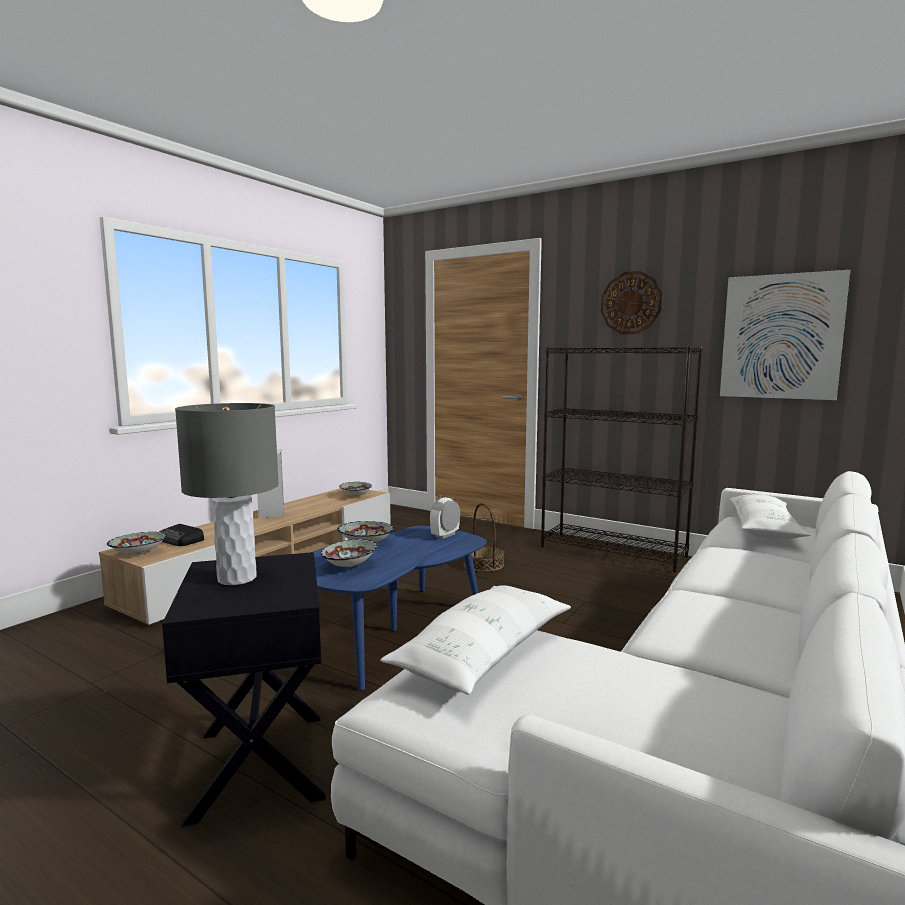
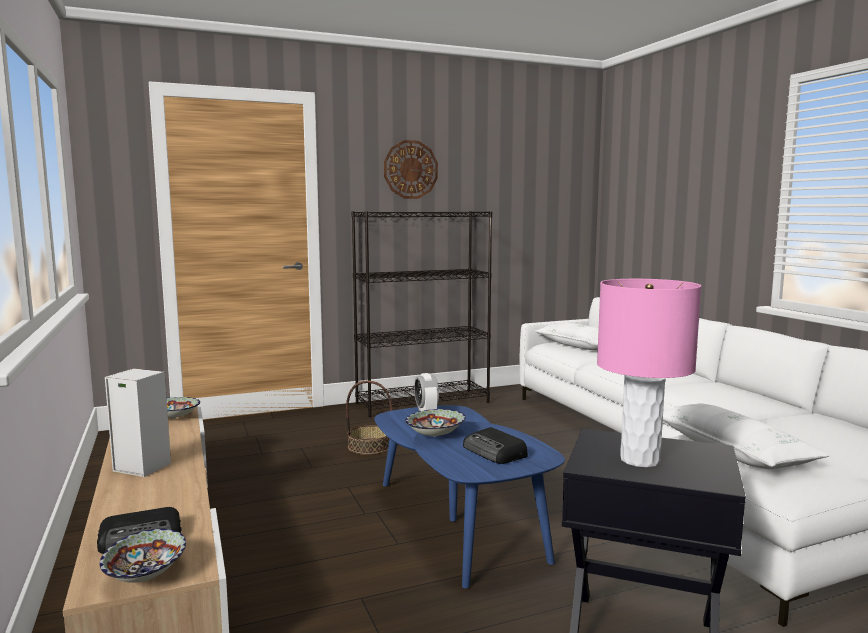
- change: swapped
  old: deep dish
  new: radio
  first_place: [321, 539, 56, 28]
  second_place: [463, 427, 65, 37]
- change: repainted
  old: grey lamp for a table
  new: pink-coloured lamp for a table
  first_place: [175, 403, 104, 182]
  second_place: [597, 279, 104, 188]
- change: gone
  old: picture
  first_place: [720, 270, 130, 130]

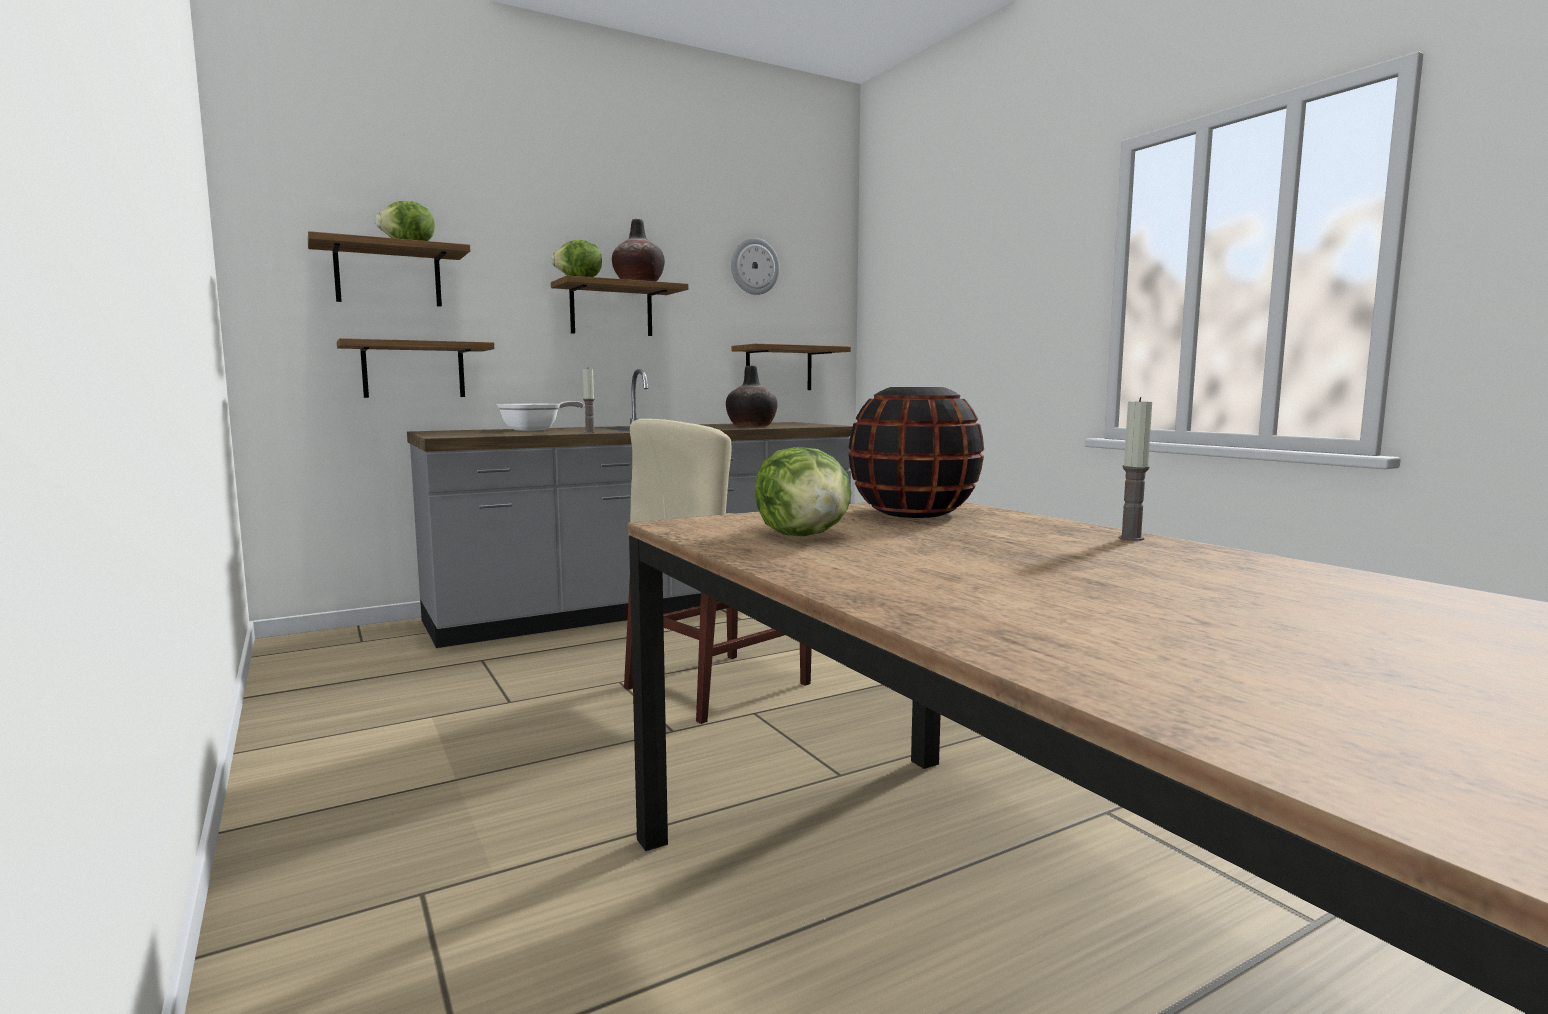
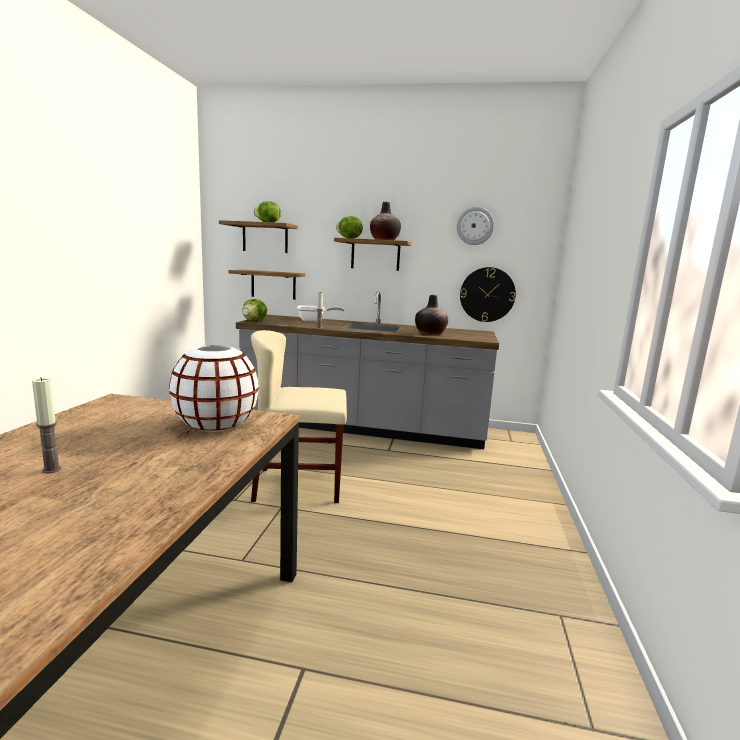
- change: shifted
  old: wax candle
  first_place: [1119, 397, 33, 144]
  second_place: [32, 377, 29, 97]
- change: repainted
  old: black-coloured vase
  new: whitish vase
  first_place: [848, 387, 136, 131]
  second_place: [169, 345, 90, 87]
- change: shifted
  old: head of lettuce
  first_place: [755, 447, 96, 89]
  second_place: [242, 299, 25, 22]
- change: swapped
  old: shelf
  new: clock on the wall
  first_place: [732, 344, 119, 46]
  second_place: [460, 267, 56, 55]

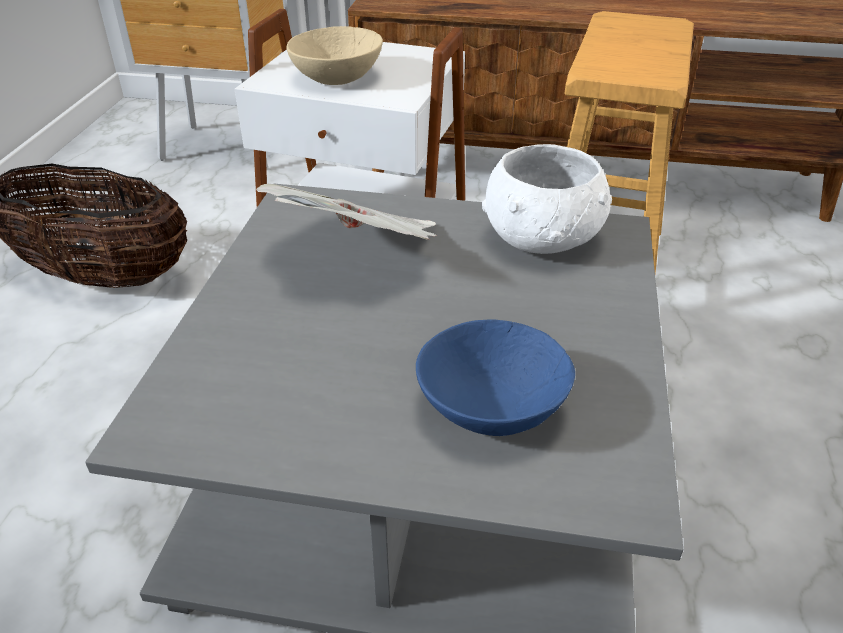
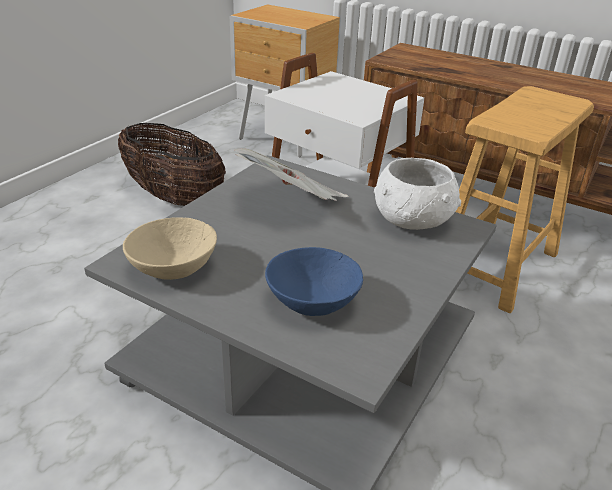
- change: shifted
  old: sand-coloured deep dish
  first_place: [287, 26, 96, 59]
  second_place: [123, 217, 94, 63]

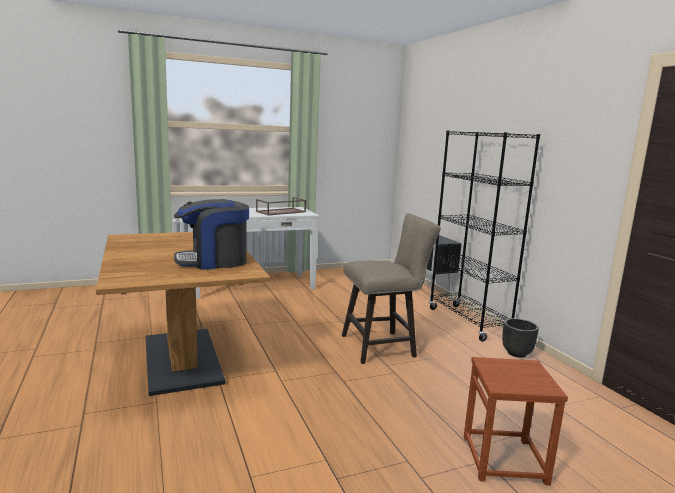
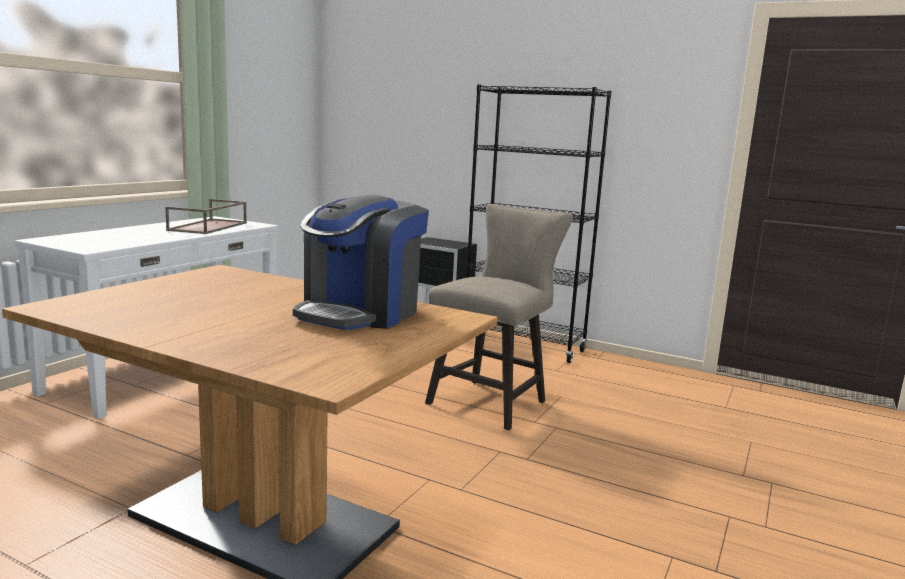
- change: gone
  old: brown-coloured stool seat
  first_place: [464, 357, 104, 128]
- change: gone
  old: black-coloured plant pot
  first_place: [502, 318, 37, 40]

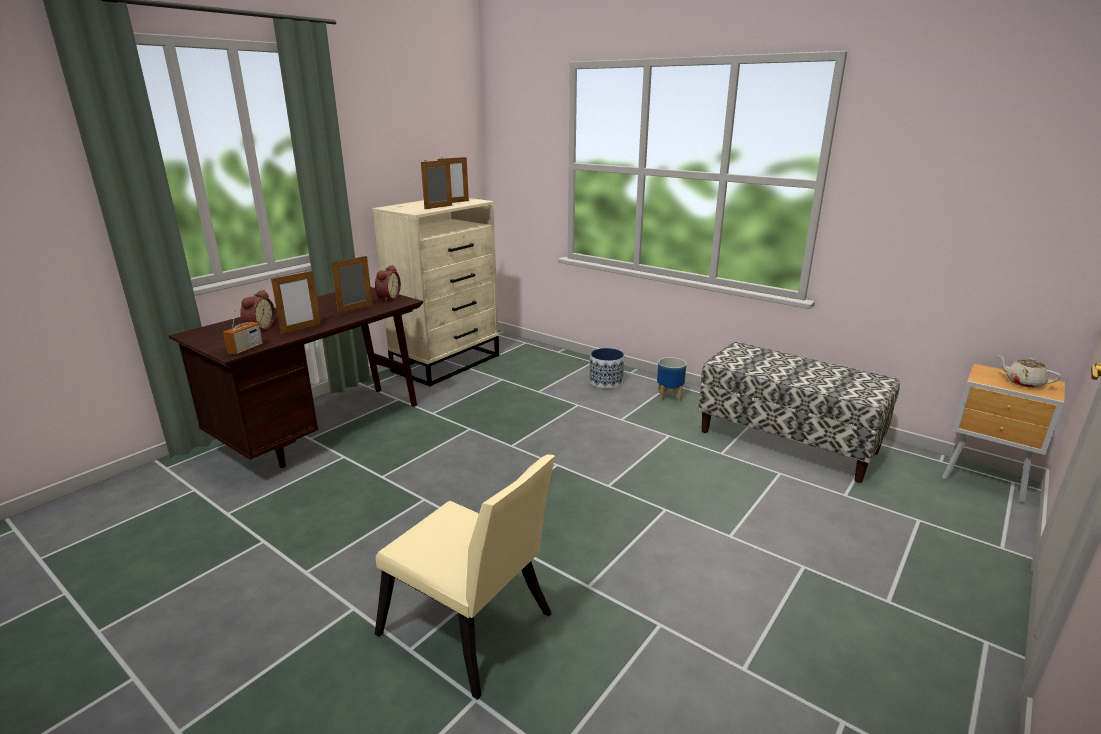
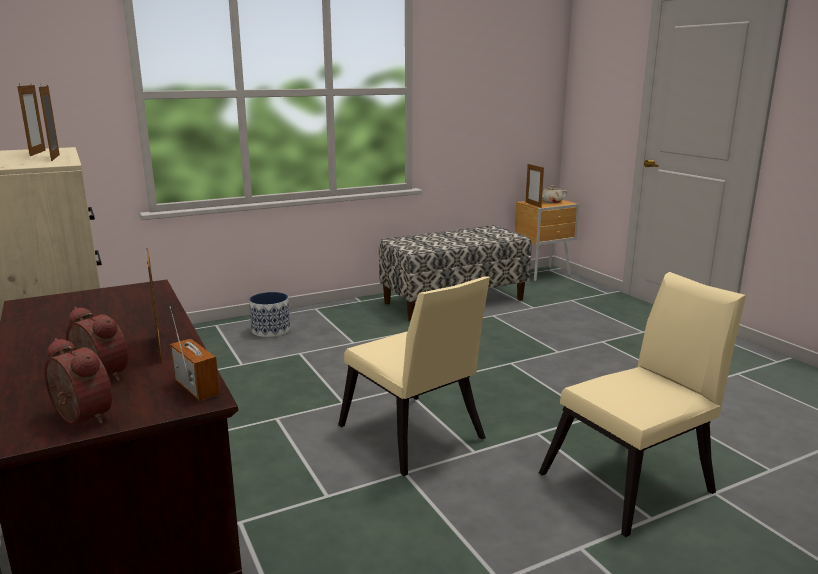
- change: shifted
  old: bedside clock
  first_place: [375, 265, 26, 37]
  second_place: [44, 338, 68, 87]
- change: new
  new: sand-coloured plain chair
  second_place: [338, 277, 152, 199]
- change: shifted
  old: picture frame
  first_place: [331, 255, 42, 59]
  second_place: [526, 164, 18, 44]
- change: gone
  old: plant pot
  first_place: [657, 357, 29, 44]

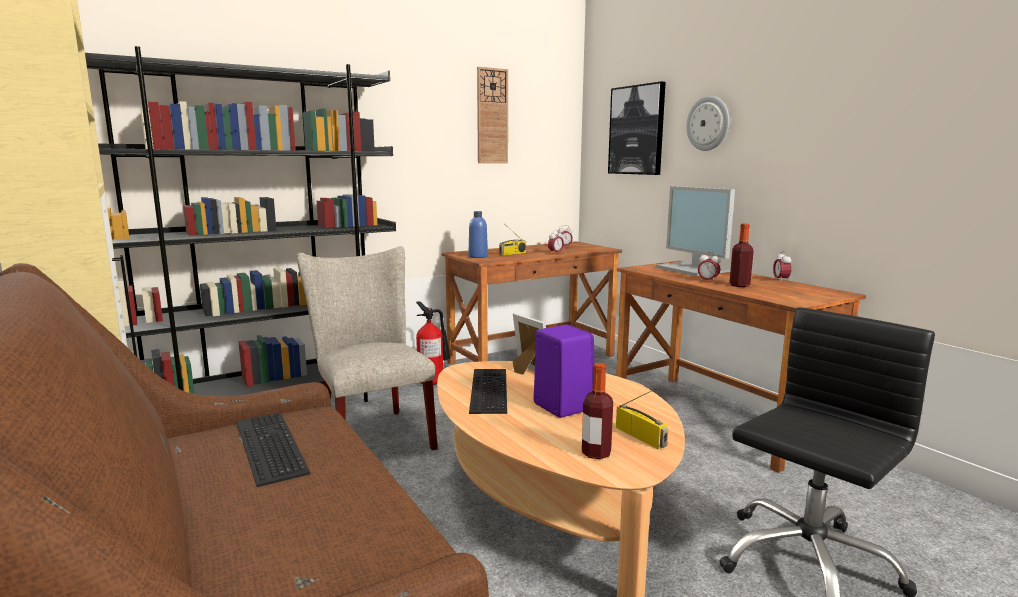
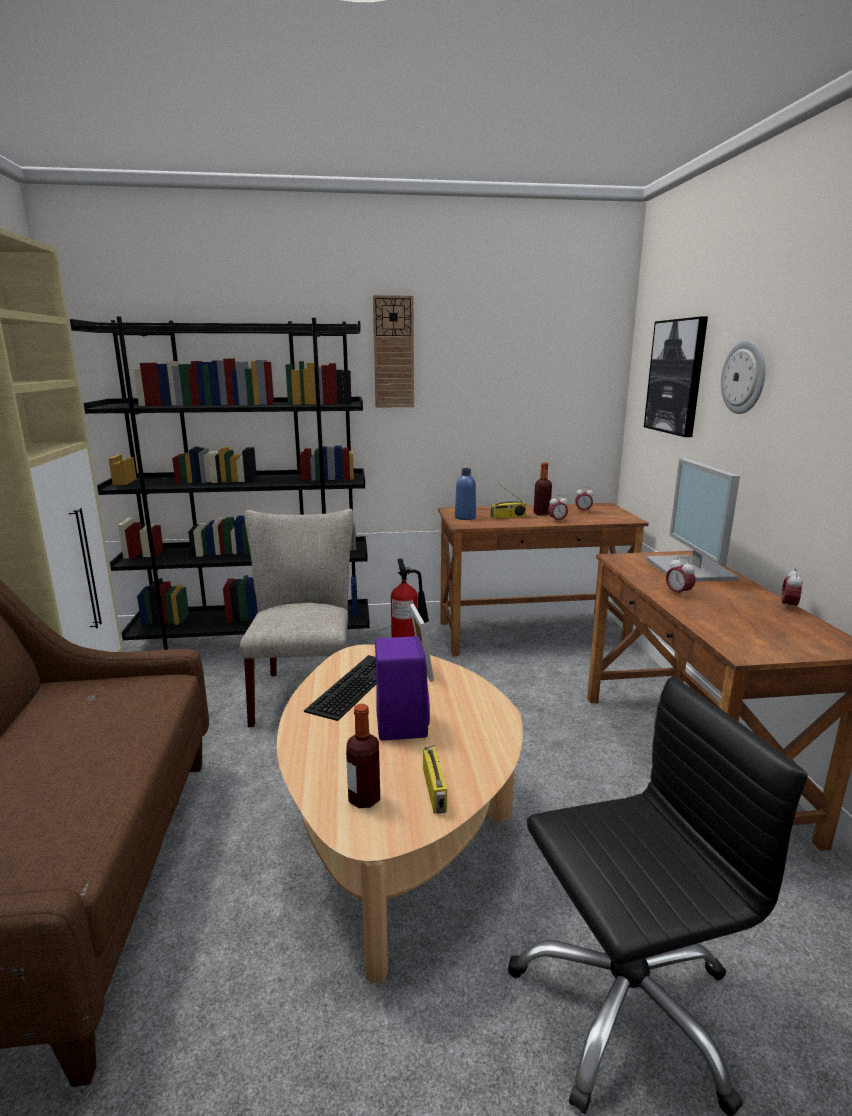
- change: shifted
  old: clock on the wall
  first_place: [477, 67, 31, 96]
  second_place: [373, 295, 41, 113]
- change: shifted
  old: beverage bottle
  first_place: [729, 224, 25, 63]
  second_place: [534, 463, 18, 53]
- change: gone
  old: keyboard
  first_place: [237, 413, 73, 74]

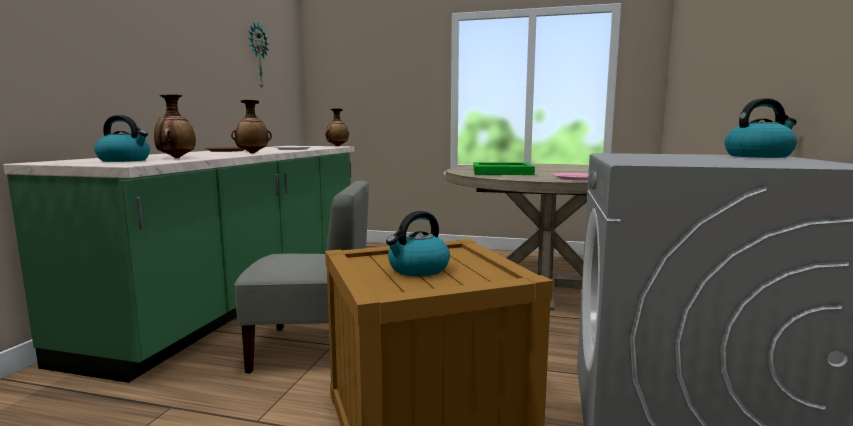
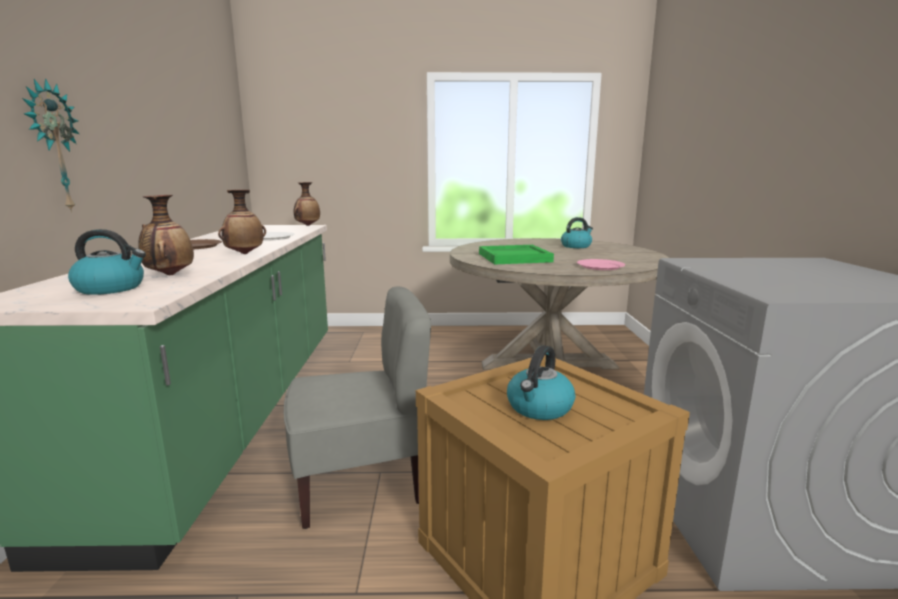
- change: shifted
  old: clock on the wall
  first_place: [249, 23, 20, 65]
  second_place: [22, 78, 57, 135]
- change: shifted
  old: kettle
  first_place: [725, 98, 72, 60]
  second_place: [561, 217, 32, 31]

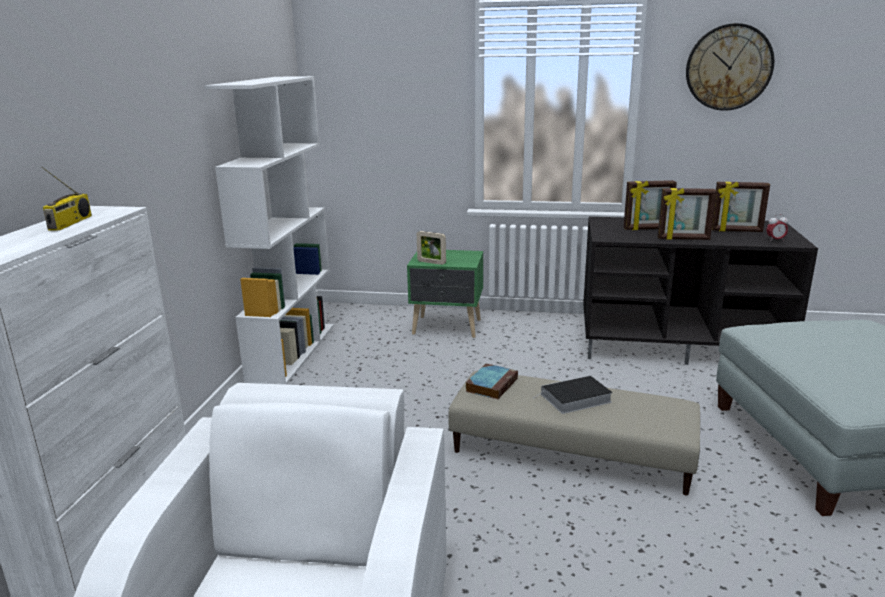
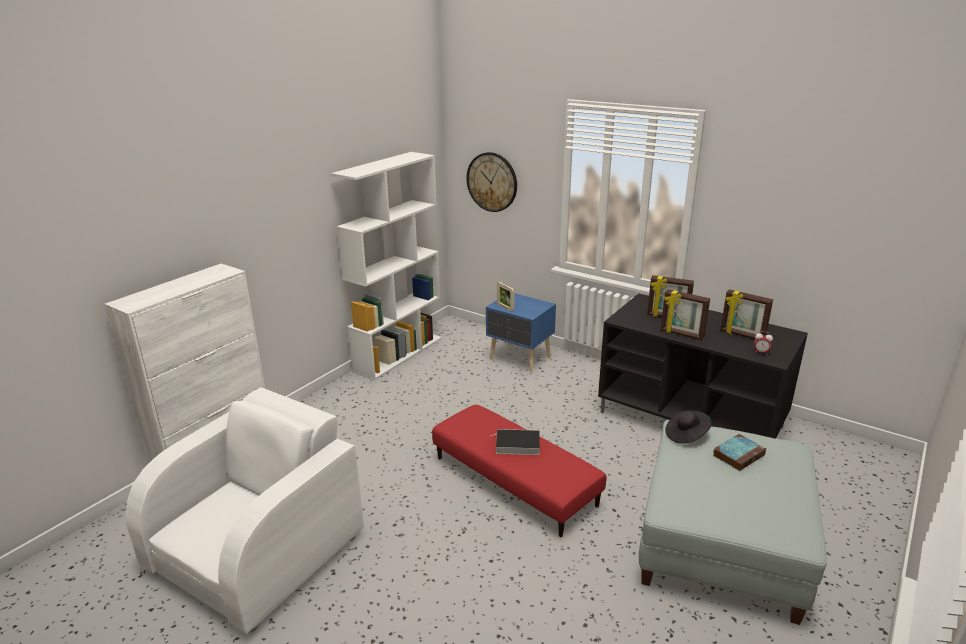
- change: repainted
  old: sand-coloured ottoman
  new: red-coloured ottoman
  first_place: [448, 371, 252, 125]
  second_place: [432, 404, 175, 133]
- change: shifted
  old: clock on the wall
  first_place: [686, 23, 88, 88]
  second_place: [466, 152, 51, 60]
- change: repainted
  old: greenish nightstand
  new: blue nightstand
  first_place: [407, 250, 76, 88]
  second_place: [486, 293, 70, 79]
- change: new
  new: black-coloured hat
  second_place: [665, 410, 47, 34]
- change: shifted
  old: book
  first_place: [466, 364, 52, 35]
  second_place: [713, 434, 53, 37]
- change: gone
  old: radio
  first_place: [41, 167, 51, 64]

